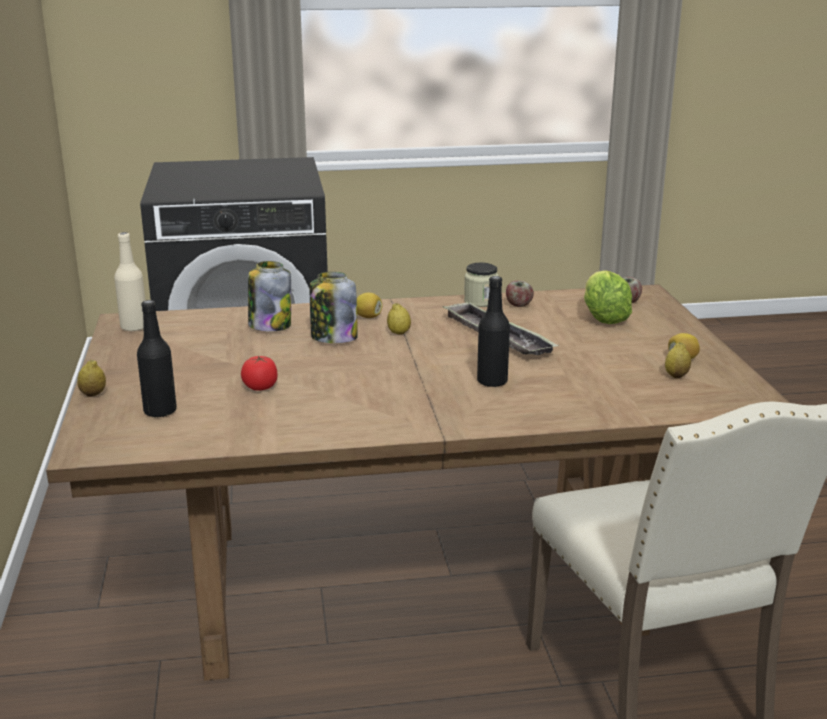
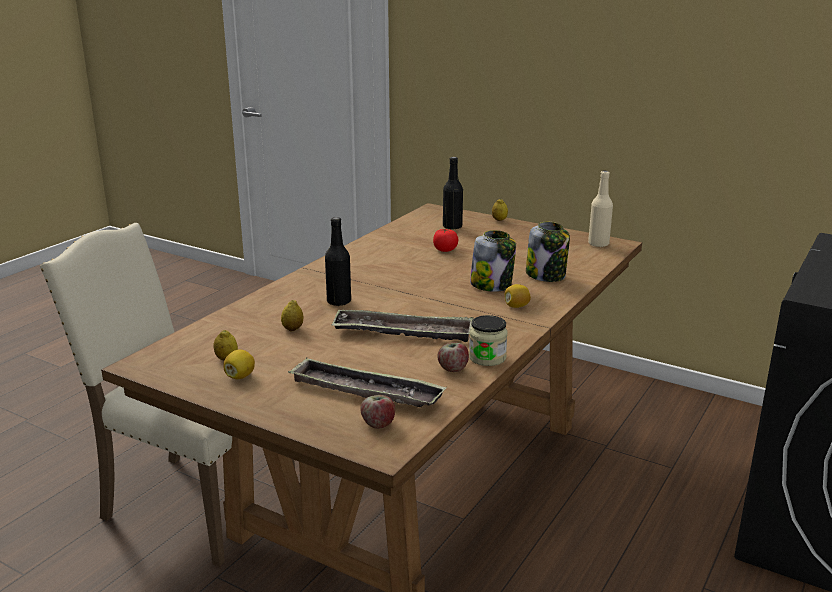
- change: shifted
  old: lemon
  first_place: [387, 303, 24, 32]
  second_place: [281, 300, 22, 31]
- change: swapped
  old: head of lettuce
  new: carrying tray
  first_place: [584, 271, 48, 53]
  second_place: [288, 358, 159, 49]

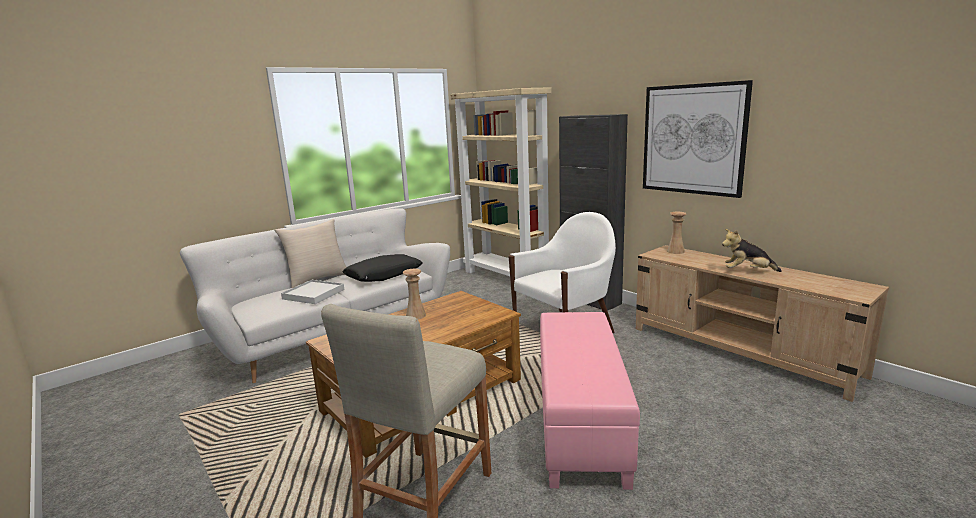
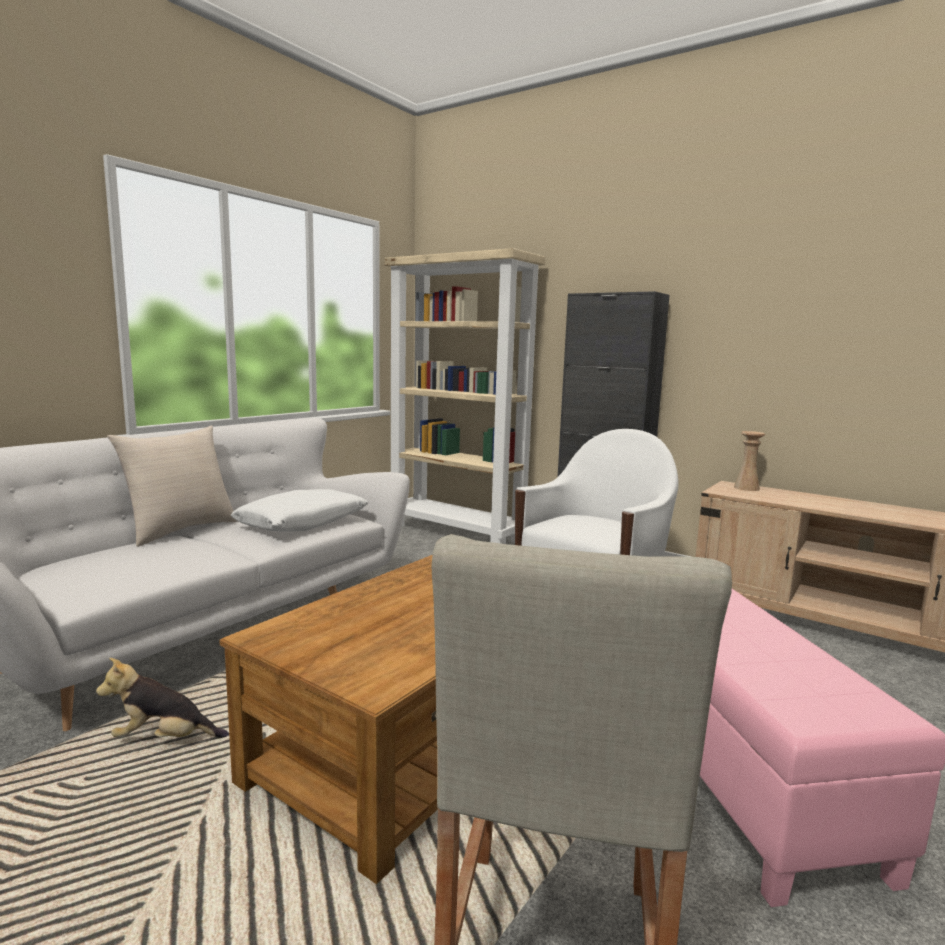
- change: shifted
  old: plush toy
  first_place: [722, 229, 60, 43]
  second_place: [96, 658, 133, 80]
- change: repainted
  old: black-coloured throw pillow
  new: whitish throw pillow
  first_place: [342, 254, 81, 28]
  second_place: [231, 489, 138, 43]
- change: gone
  old: whitish carrying tray
  first_place: [281, 280, 63, 24]
- change: gone
  old: sand-coloured vase
  first_place: [403, 269, 23, 50]
- change: gone
  old: picture
  first_place: [643, 80, 110, 118]

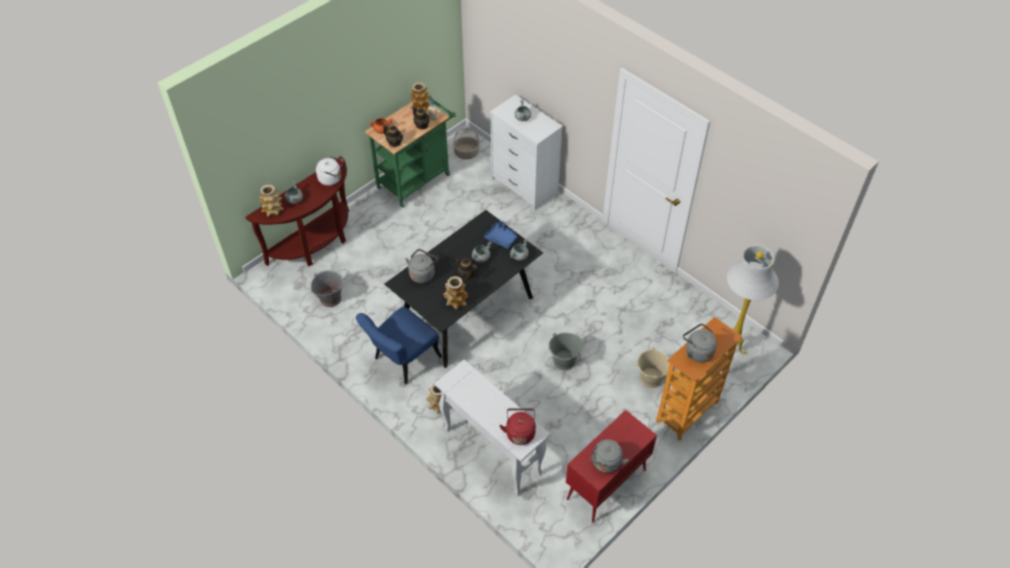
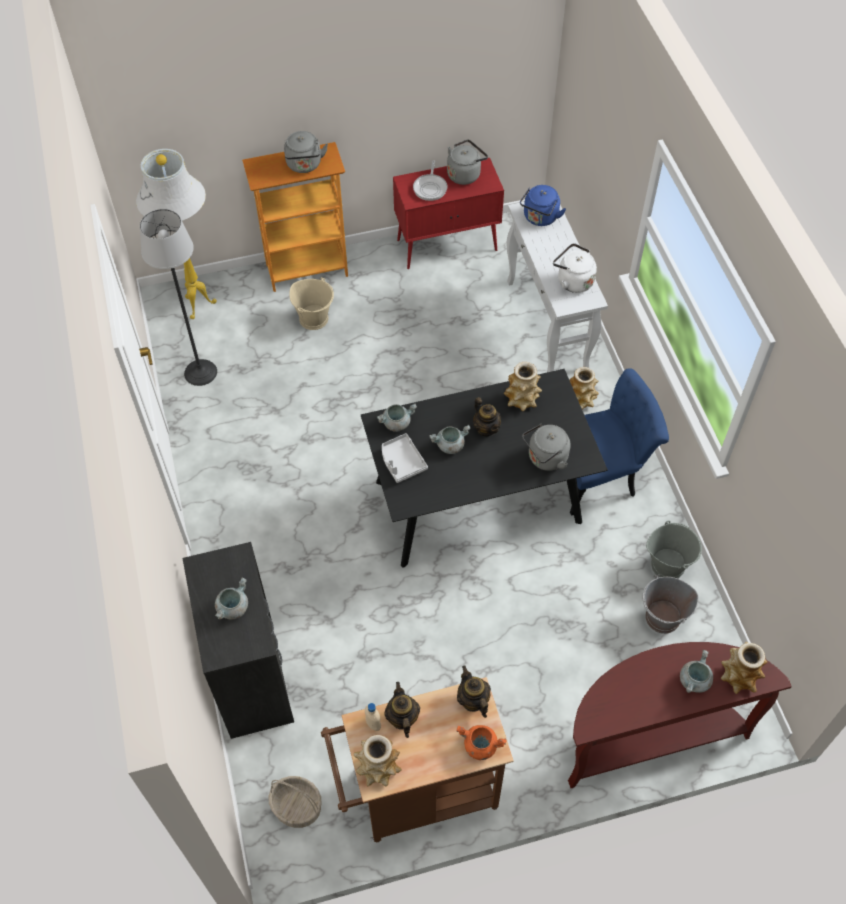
- change: new
  new: floor lamp
  second_place: [140, 209, 77, 177]
- change: repainted
  old: whitish dresser
  new: black-coloured dresser
  first_place: [490, 95, 73, 116]
  second_place: [182, 542, 112, 197]
- change: repainted
  old: greenish trolley
  new: brown-coloured trolley
  first_place: [365, 97, 91, 111]
  second_place: [321, 677, 193, 165]
- change: repainted
  old: blue carrying tray
  new: grey carrying tray
  first_place: [484, 221, 33, 28]
  second_place: [382, 433, 46, 50]
- change: new
  new: skillet
  second_place: [413, 160, 34, 41]
- change: repainted
  old: red-coloured kettle
  new: blue kettle
  first_place: [500, 408, 36, 37]
  second_place: [520, 185, 46, 41]
- change: shifted
  old: whitish kettle
  first_place: [316, 156, 27, 30]
  second_place: [553, 243, 44, 50]
- change: shifted
  old: grey water bucket
  first_place: [549, 333, 34, 37]
  second_place: [646, 520, 56, 58]

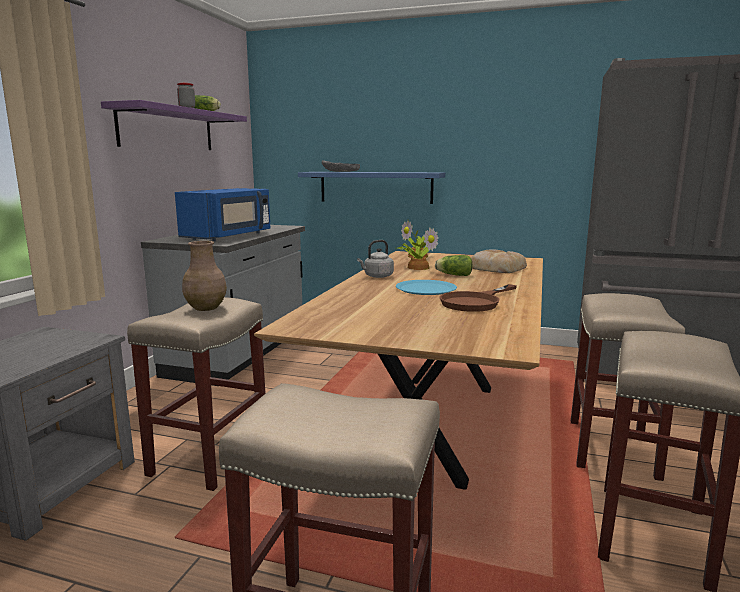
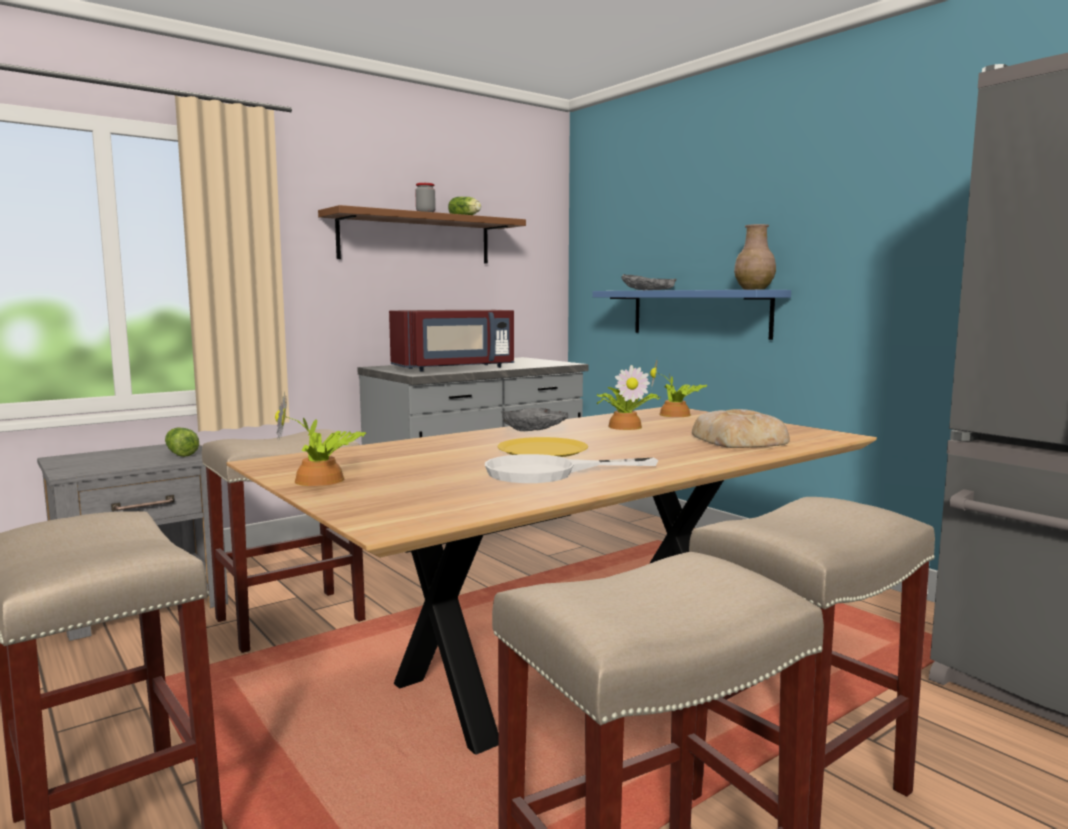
- change: shifted
  old: head of lettuce
  first_place: [435, 255, 37, 21]
  second_place: [165, 427, 34, 30]
- change: new
  new: plant in a pot
  second_place: [275, 392, 91, 94]
- change: repainted
  old: purple-coloured shelf
  new: brown-coloured shelf
  first_place: [101, 100, 146, 50]
  second_place: [318, 205, 208, 59]
- change: repainted
  old: blue kitchen microwave
  new: red-coloured kitchen microwave
  first_place: [175, 188, 95, 53]
  second_place: [389, 310, 125, 61]
- change: repainted
  old: brown-coloured skillet
  new: whitish skillet
  first_place: [440, 284, 77, 28]
  second_place: [485, 454, 173, 29]
- change: repainted
  old: blue dinner plate
  new: yellow dinner plate
  first_place: [396, 280, 61, 15]
  second_place: [497, 437, 91, 20]
- change: swapped
  old: grey kettle
  new: grey deep dish
  first_place: [357, 240, 37, 38]
  second_place: [502, 408, 66, 23]
- change: shifted
  old: brown-coloured vase
  first_place: [182, 241, 45, 70]
  second_place: [734, 224, 42, 66]

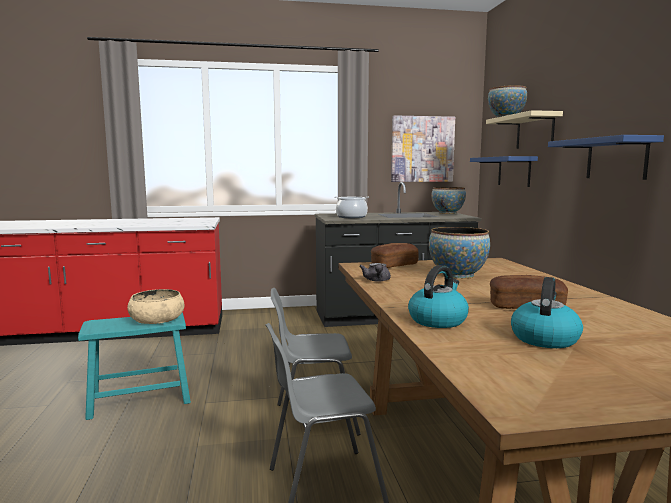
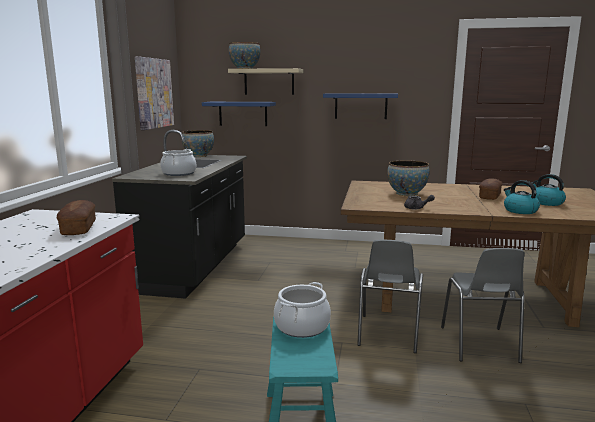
- change: shifted
  old: bread
  first_place: [371, 243, 48, 25]
  second_place: [57, 200, 39, 35]
- change: swapped
  old: sand-coloured deep dish
  new: stockpot
  first_place: [127, 289, 57, 35]
  second_place: [274, 282, 57, 56]

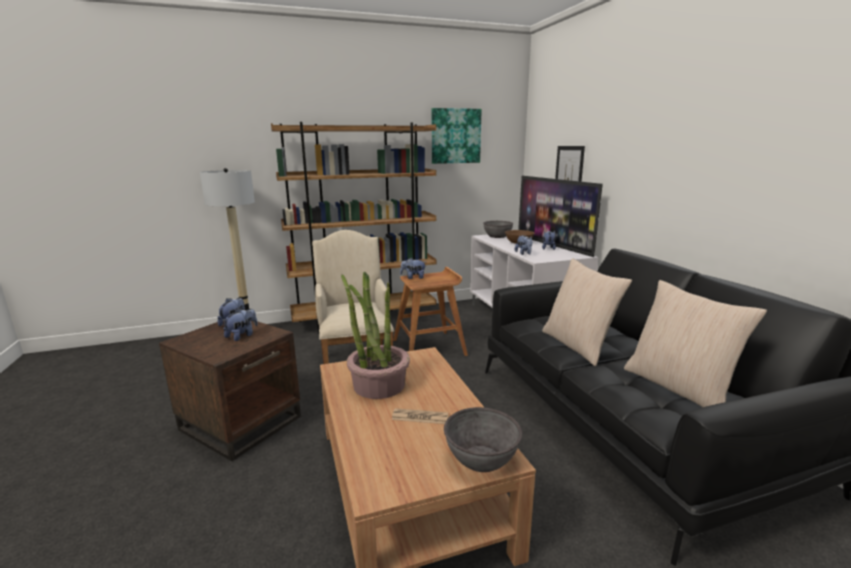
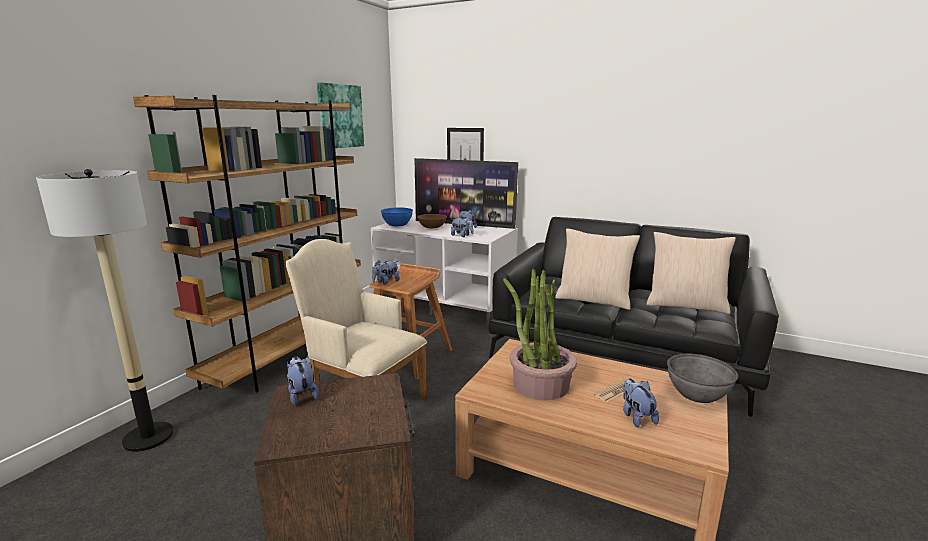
- change: repainted
  old: grey deep dish
  new: blue deep dish
  first_place: [483, 221, 30, 17]
  second_place: [381, 207, 32, 19]
- change: shifted
  old: plush toy
  first_place: [223, 308, 35, 33]
  second_place: [623, 378, 36, 49]

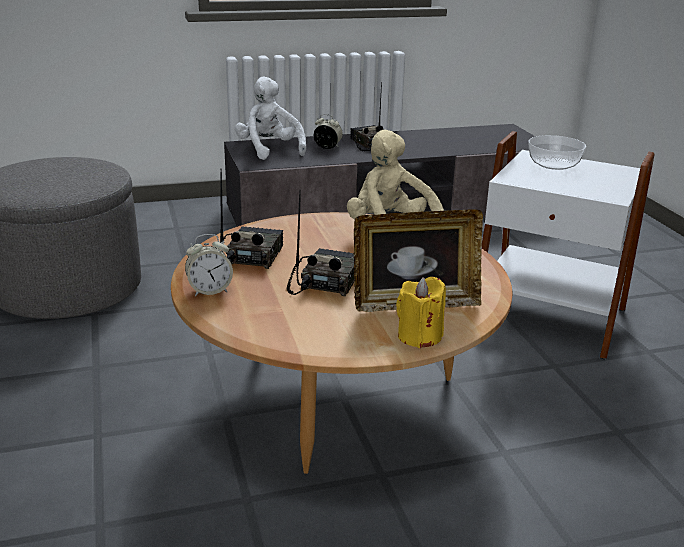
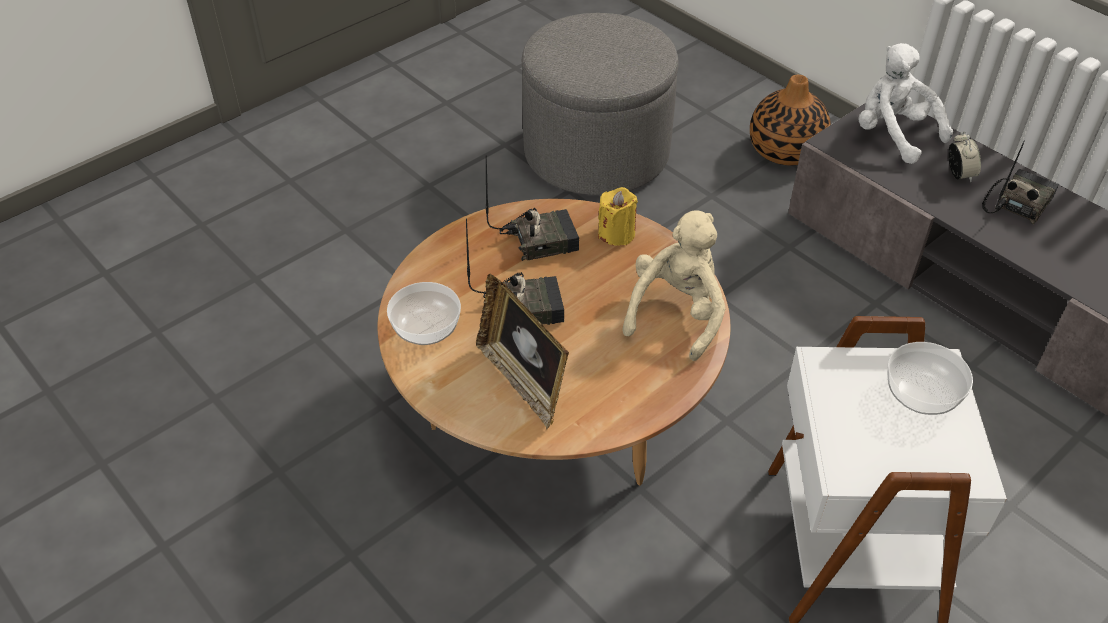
- change: new
  new: deep dish
  second_place: [387, 282, 74, 63]
- change: shifted
  old: yellow wax candle
  first_place: [396, 277, 50, 71]
  second_place: [598, 187, 40, 59]
- change: new
  new: vase
  second_place: [750, 75, 81, 90]
- change: rotated
  old: whitish plush toy
  first_place: [235, 76, 71, 84]
  second_place: [859, 43, 94, 121]
  degrees: -75
- change: gone
  old: bedside clock
  first_place: [185, 234, 48, 62]

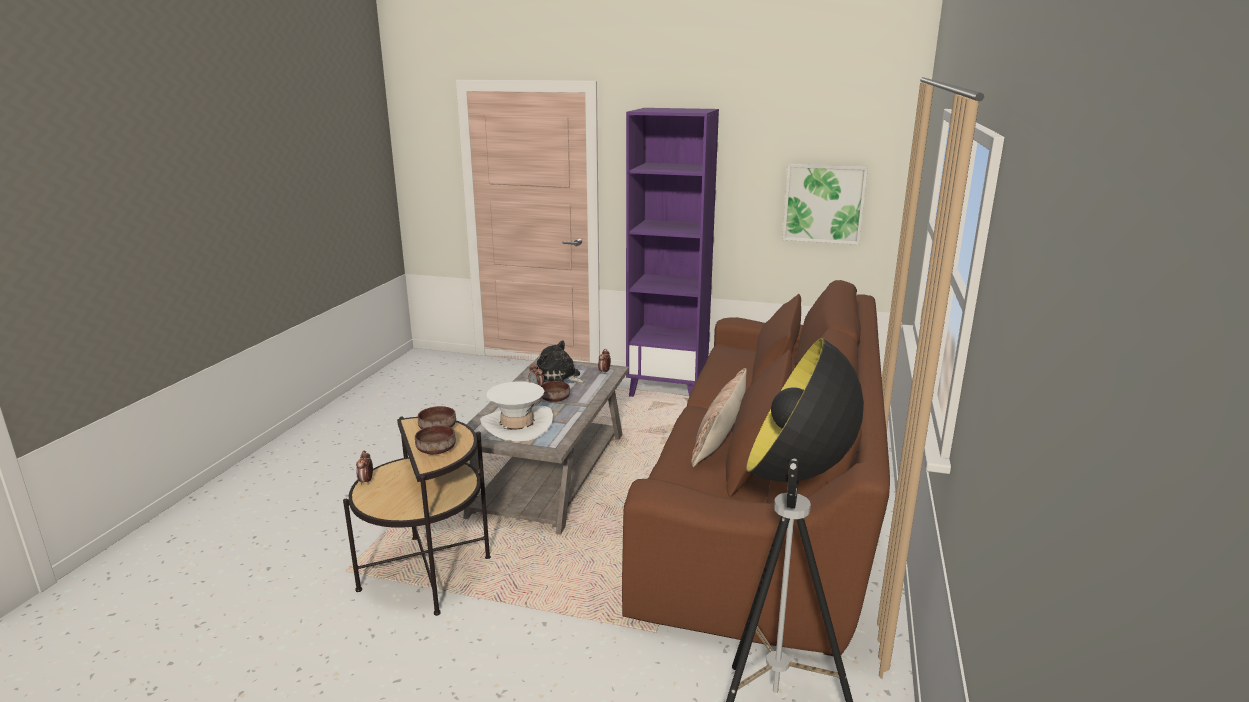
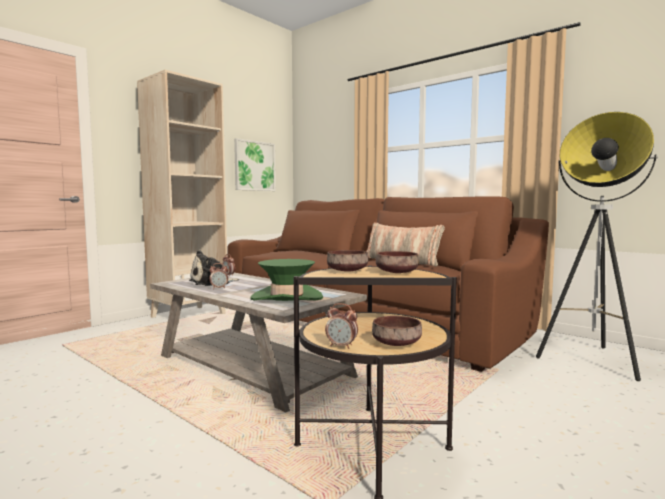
- change: repainted
  old: purple-coloured shelving unit
  new: sand-coloured shelving unit
  first_place: [626, 108, 93, 289]
  second_place: [137, 70, 90, 254]
- change: repainted
  old: whitish hat
  new: greenish hat
  first_place: [480, 381, 73, 60]
  second_place: [250, 259, 73, 42]
- change: shifted
  old: brown-coloured deep dish
  first_place: [541, 381, 29, 21]
  second_place: [372, 316, 50, 30]

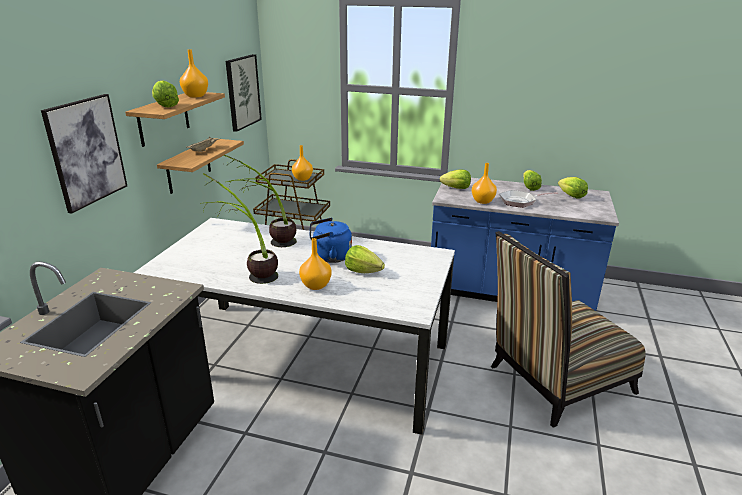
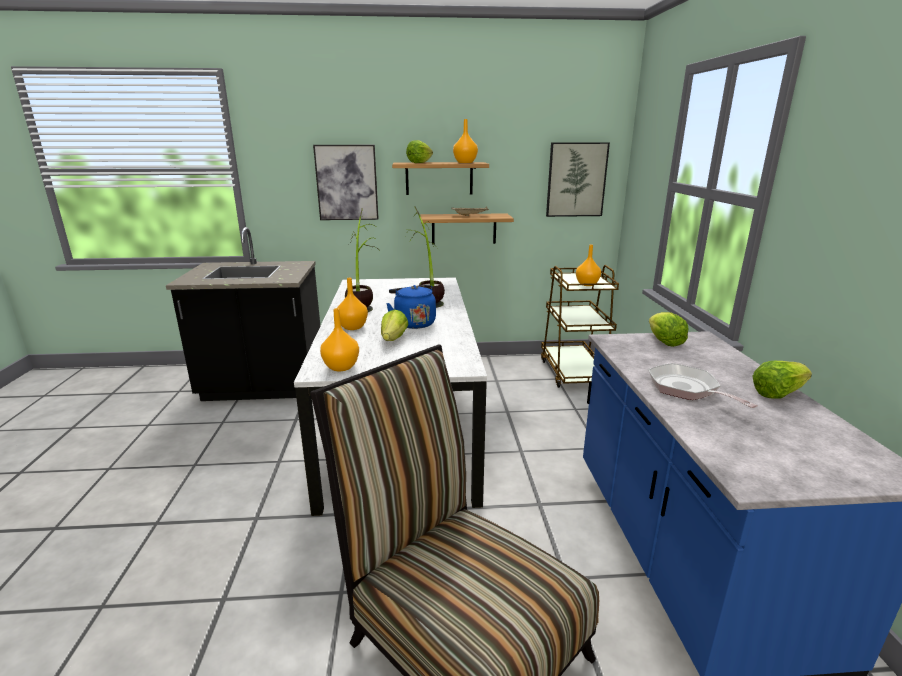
- change: shifted
  old: orange vase
  first_place: [472, 163, 25, 41]
  second_place: [320, 308, 39, 63]
- change: gone
  old: head of lettuce
  first_place: [558, 177, 30, 22]

